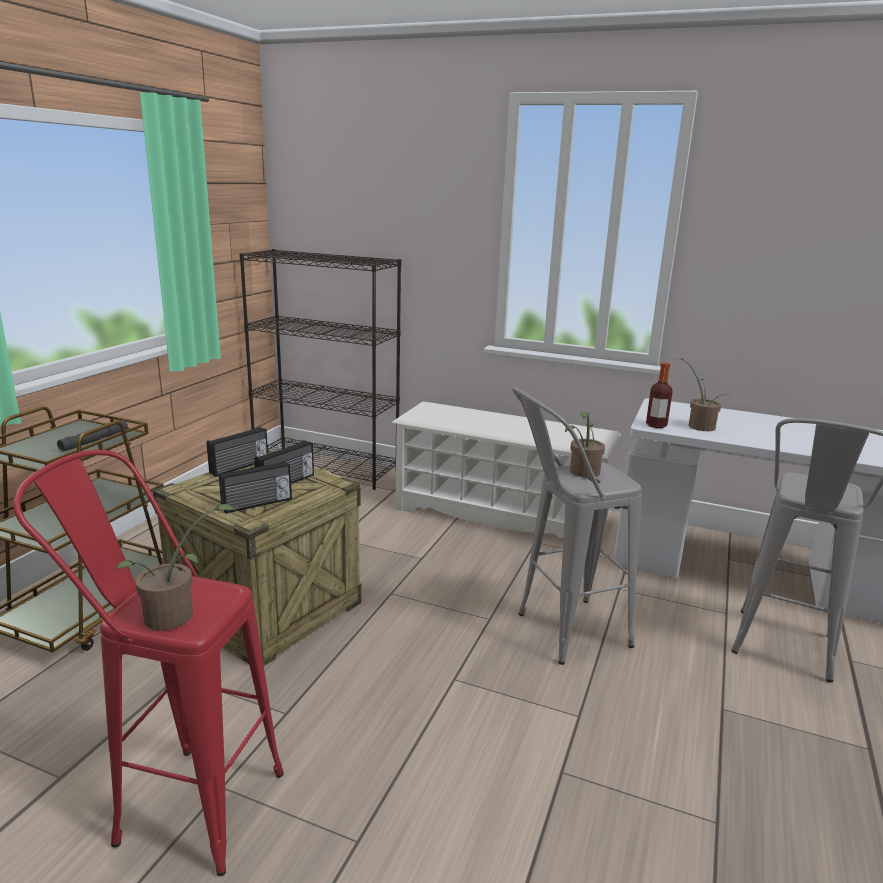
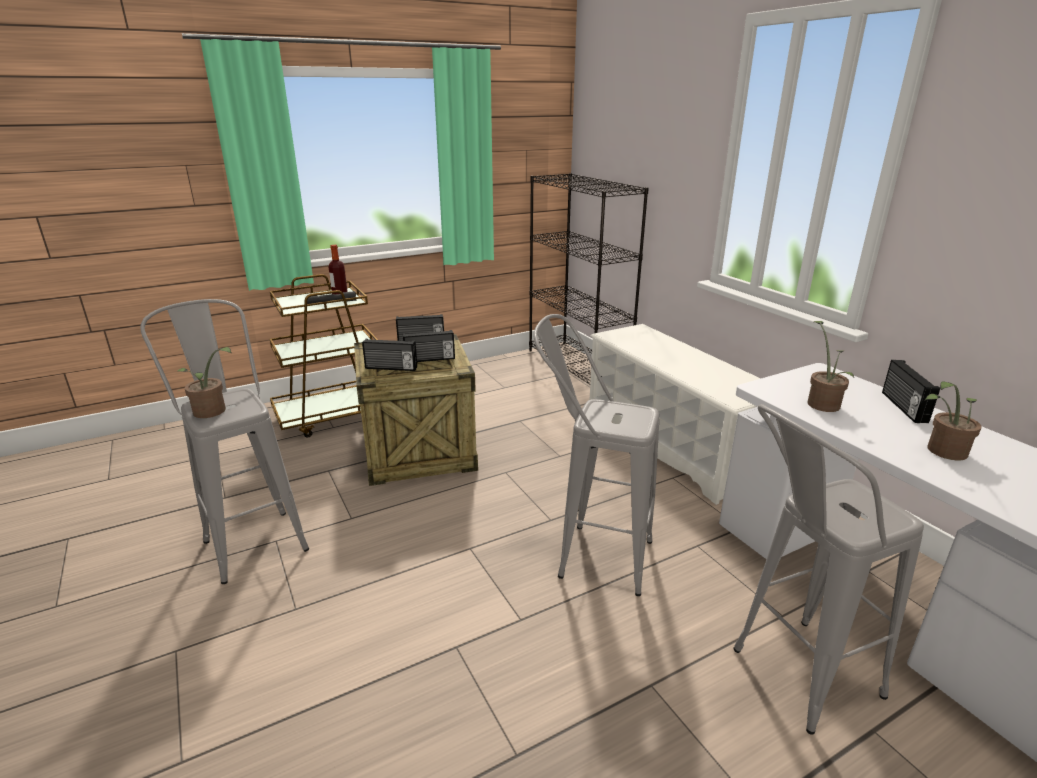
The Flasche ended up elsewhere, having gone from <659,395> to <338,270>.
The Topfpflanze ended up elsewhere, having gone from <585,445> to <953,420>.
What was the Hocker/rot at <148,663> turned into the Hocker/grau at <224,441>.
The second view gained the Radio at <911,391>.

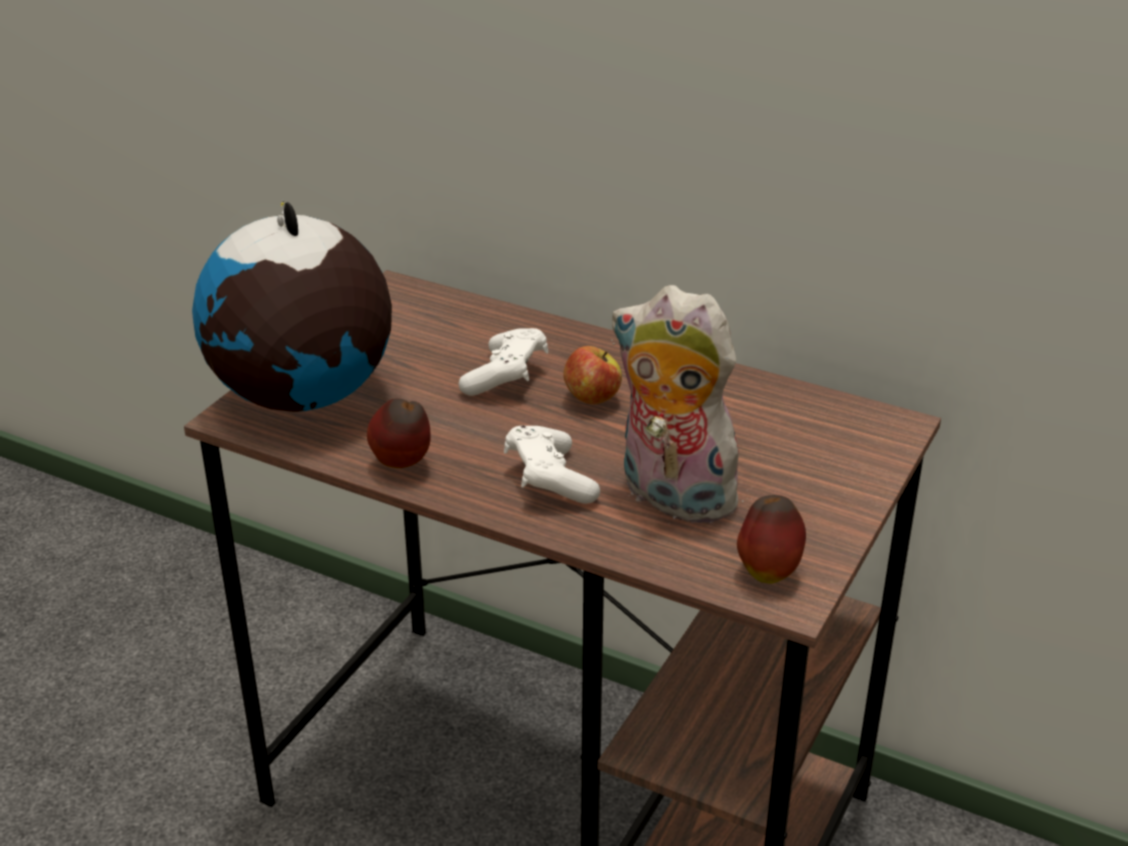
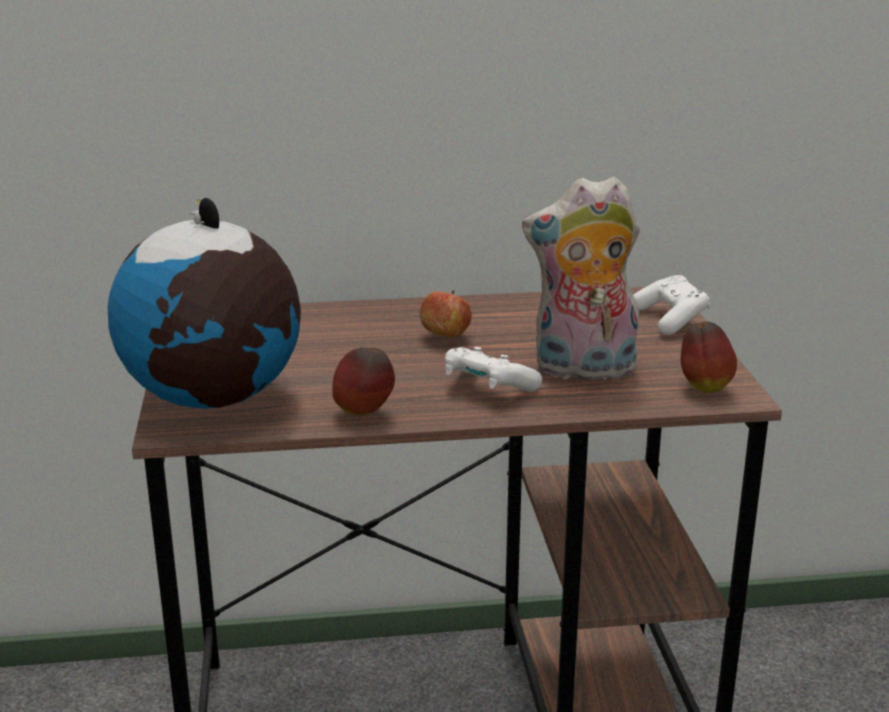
The Gamepad/weiß ended up elsewhere, having gone from <503,362> to <671,305>.

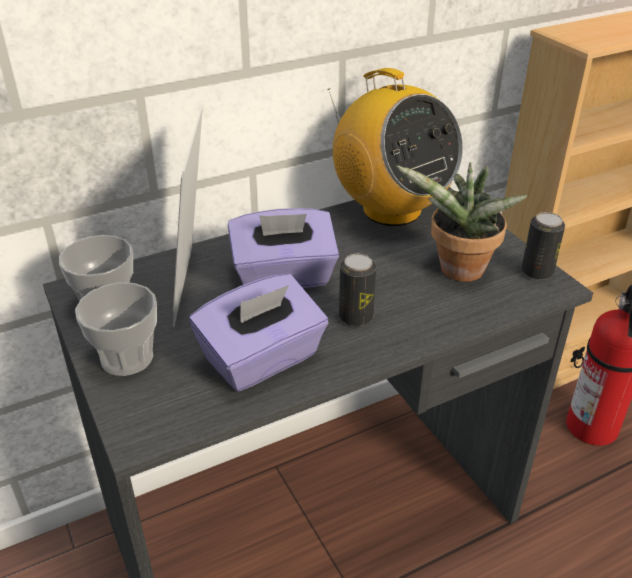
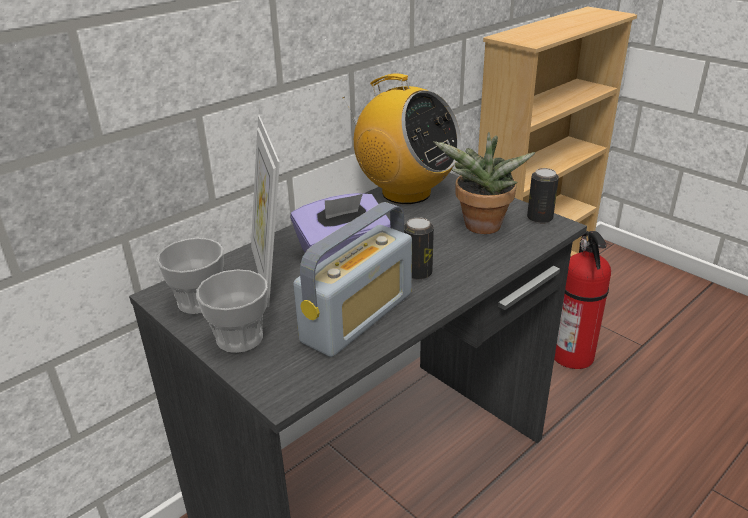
Where the Taschentuchbox/lila stood at <258,332>, the Radio came to stand at <352,279>.

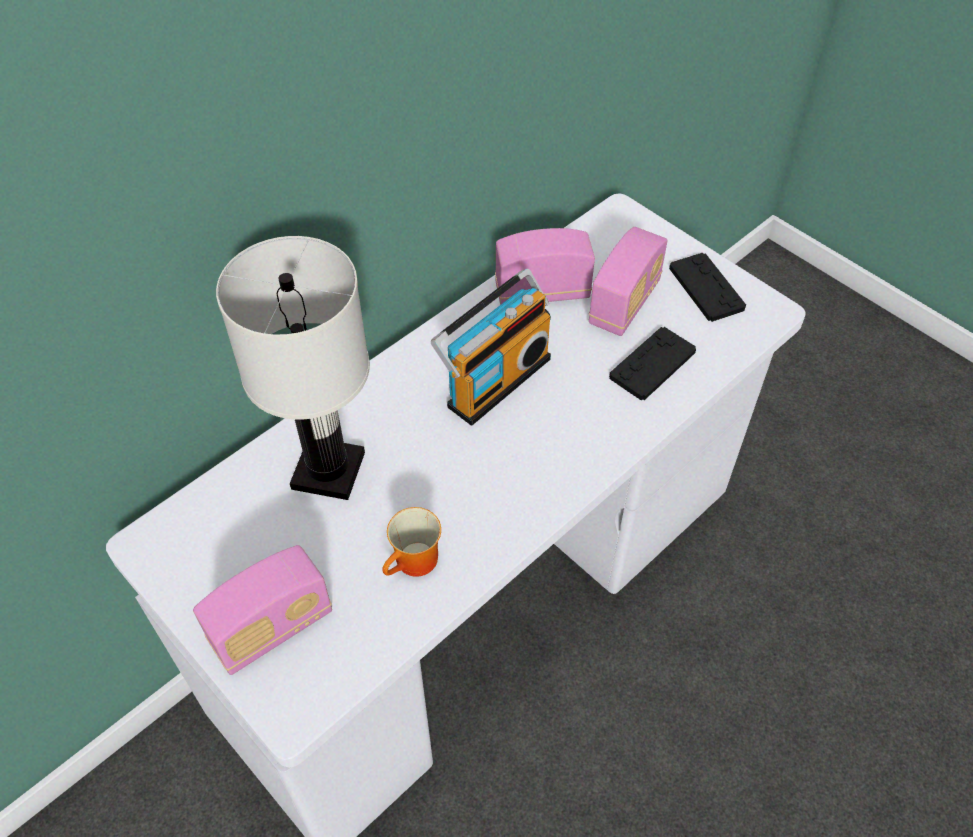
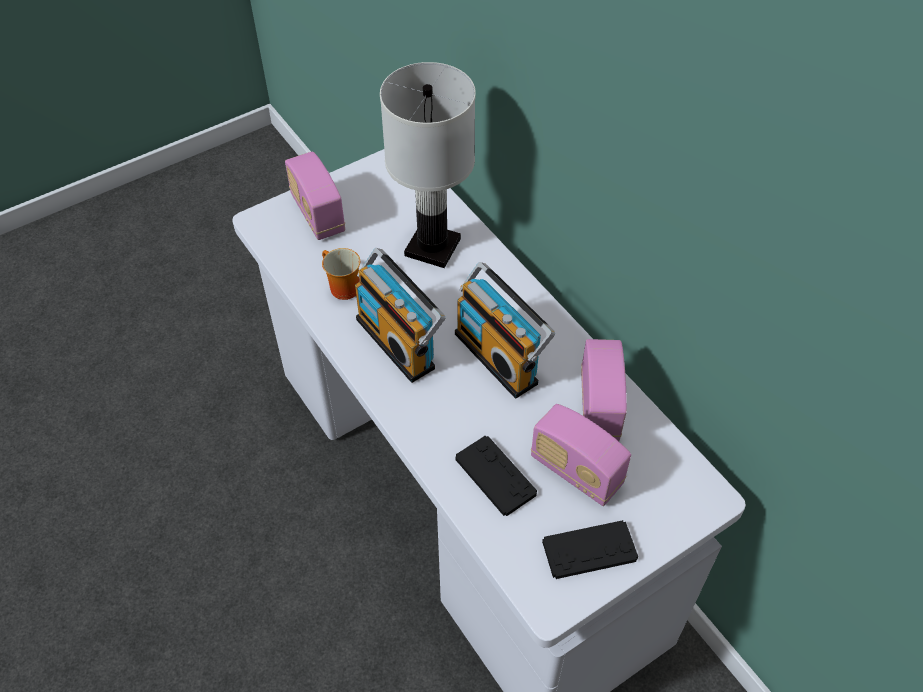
The second view gained the Radio at <400,315>.

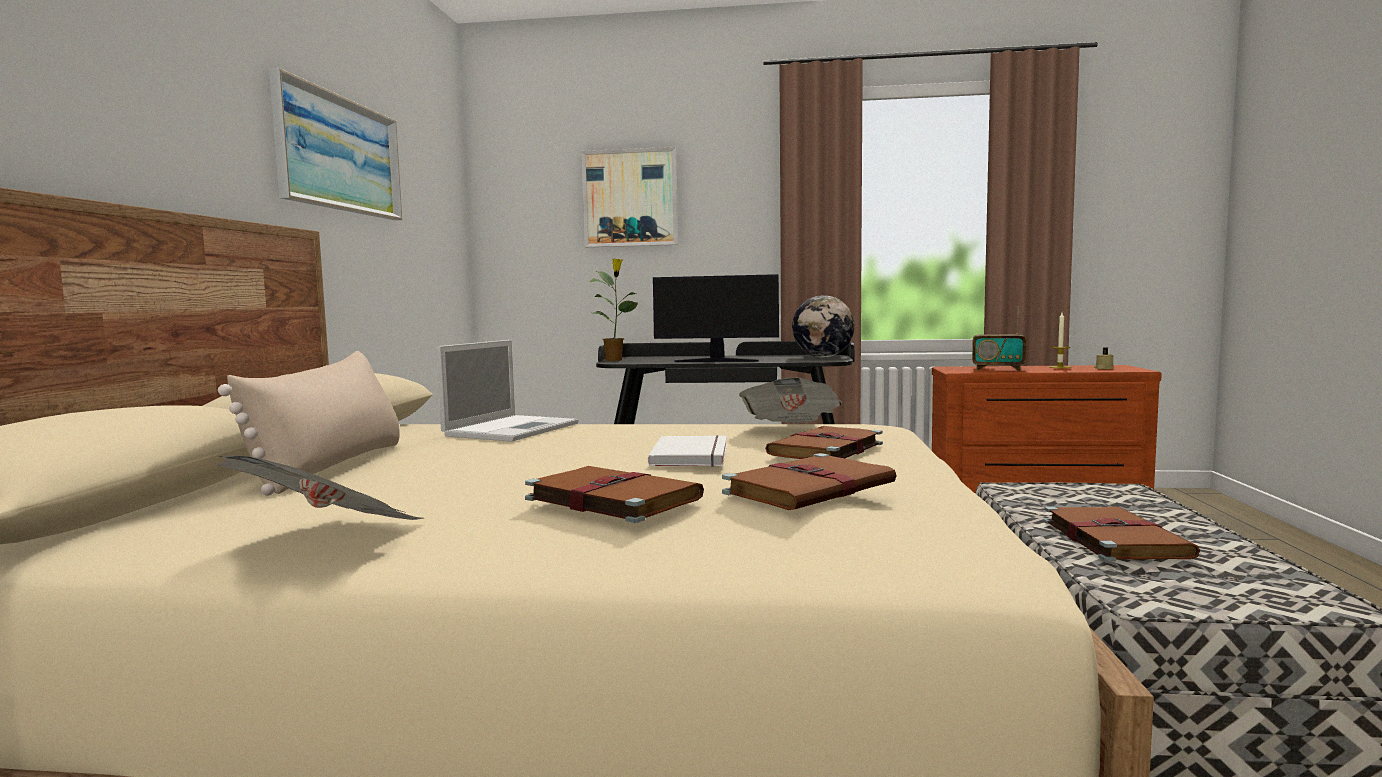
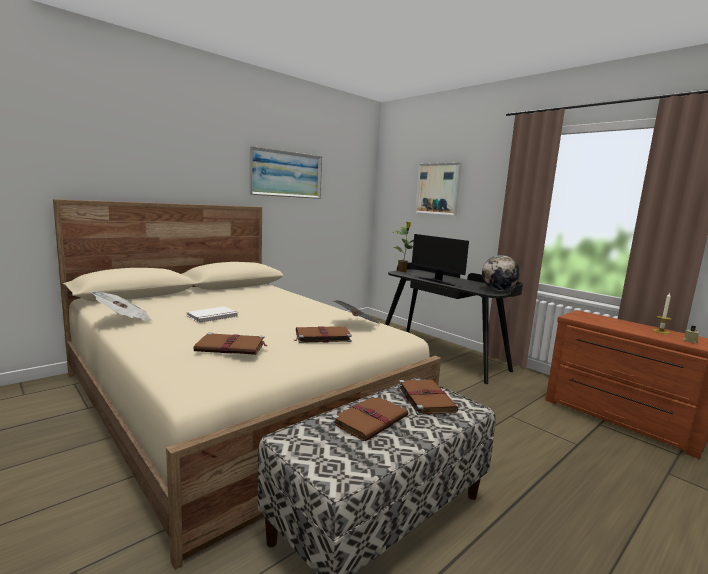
The second view lost the Radio at <999,338>.
The second view lost the Laptop at <507,391>.
The second view lost the Kissen/beige at <308,423>.
The Buch/weiß ended up elsewhere, having gone from <687,451> to <212,314>.
The Buch/braun ended up elsewhere, having gone from <614,494> to <428,397>.

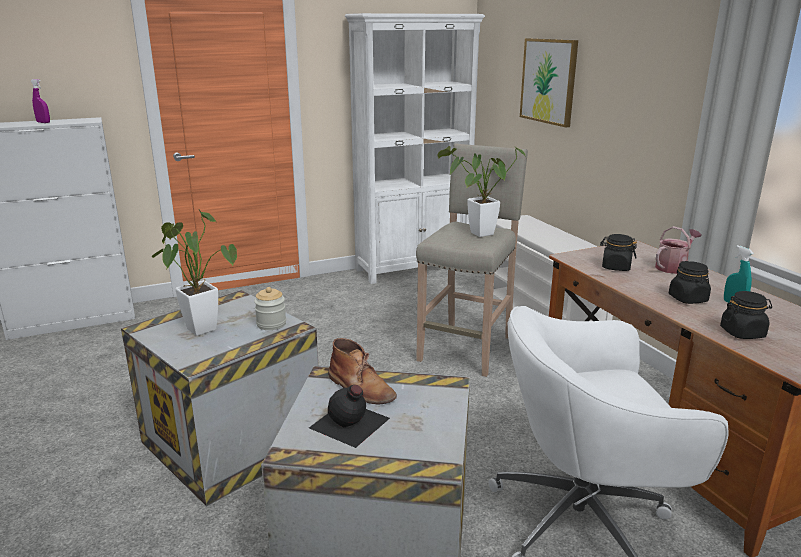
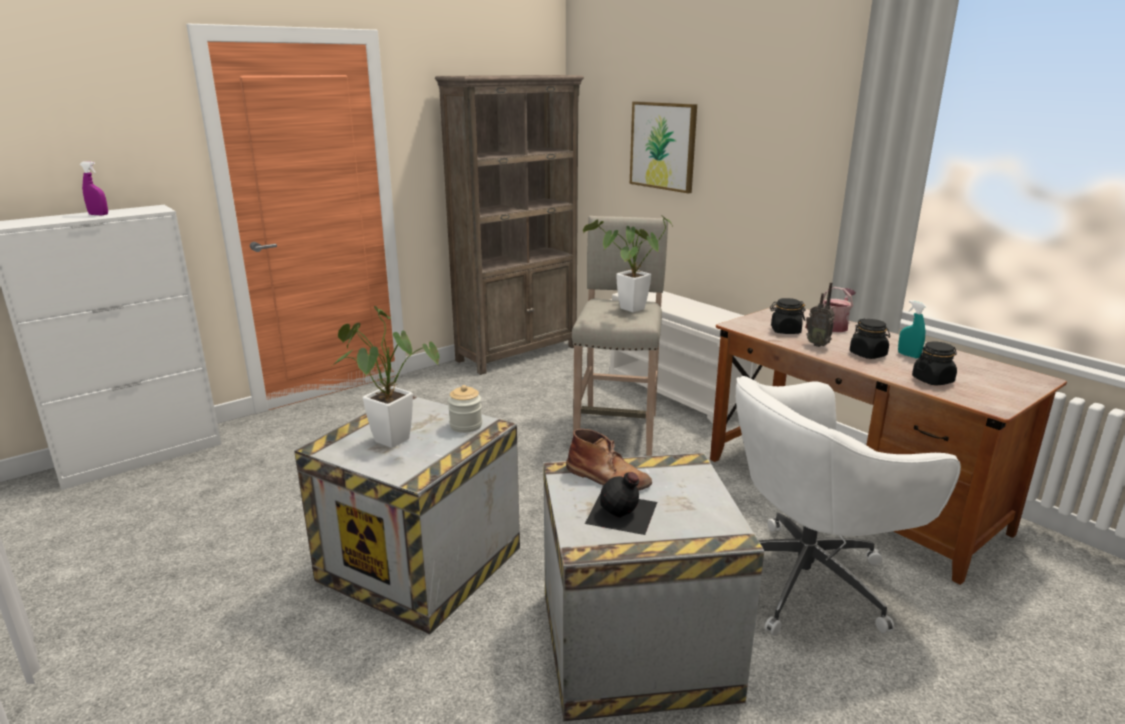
What was the Bücherregal/weiß at <415,148> turned into the Bücherregal/braun at <509,225>.
The second view gained the Radio at <820,314>.

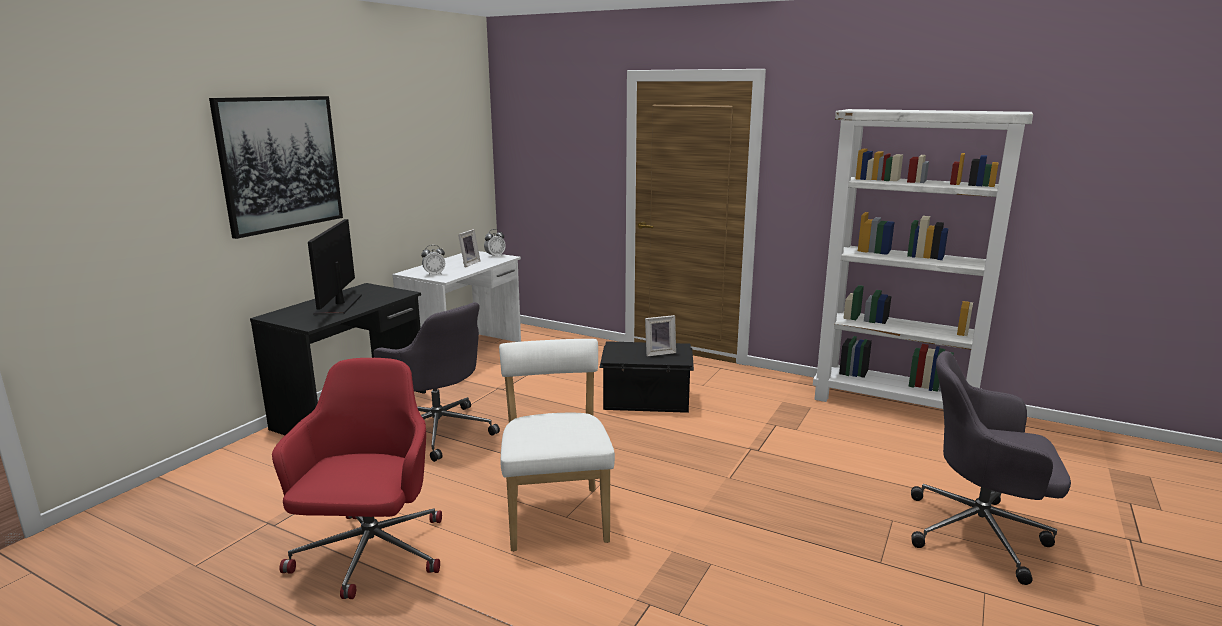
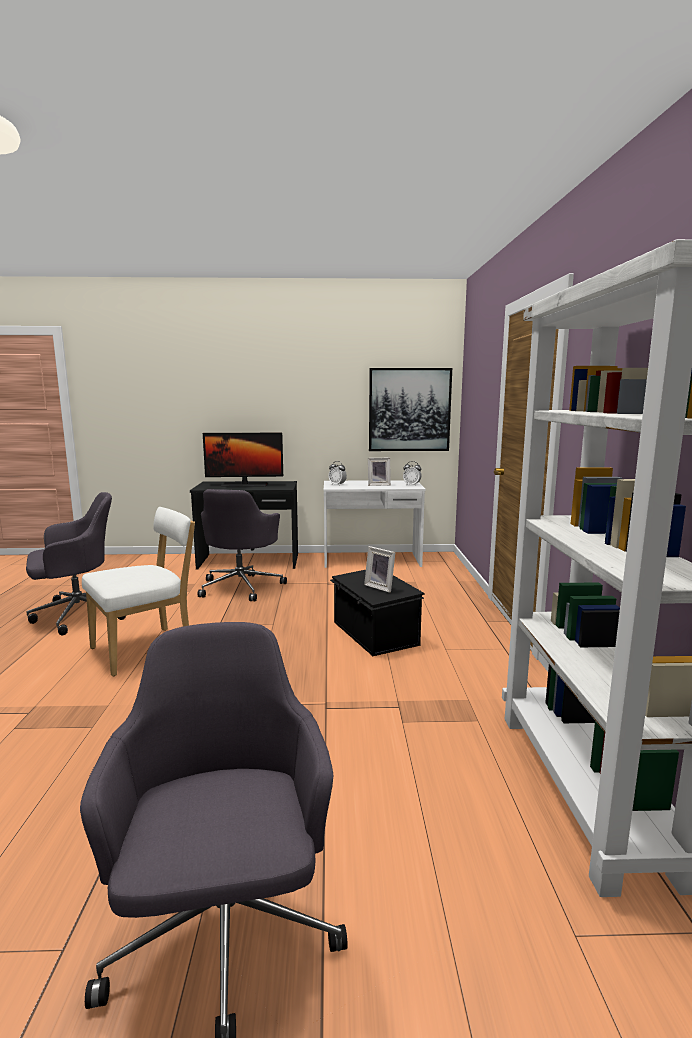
The Bild ended up elsewhere, having gone from <276,167> to <410,409>.
The Monitor at <335,267> ended up facing another way, 150 degrees counterclockwise from before.
What was the Bürostuhl/rot at <357,478> turned into the Bürostuhl/grau at <76,563>.

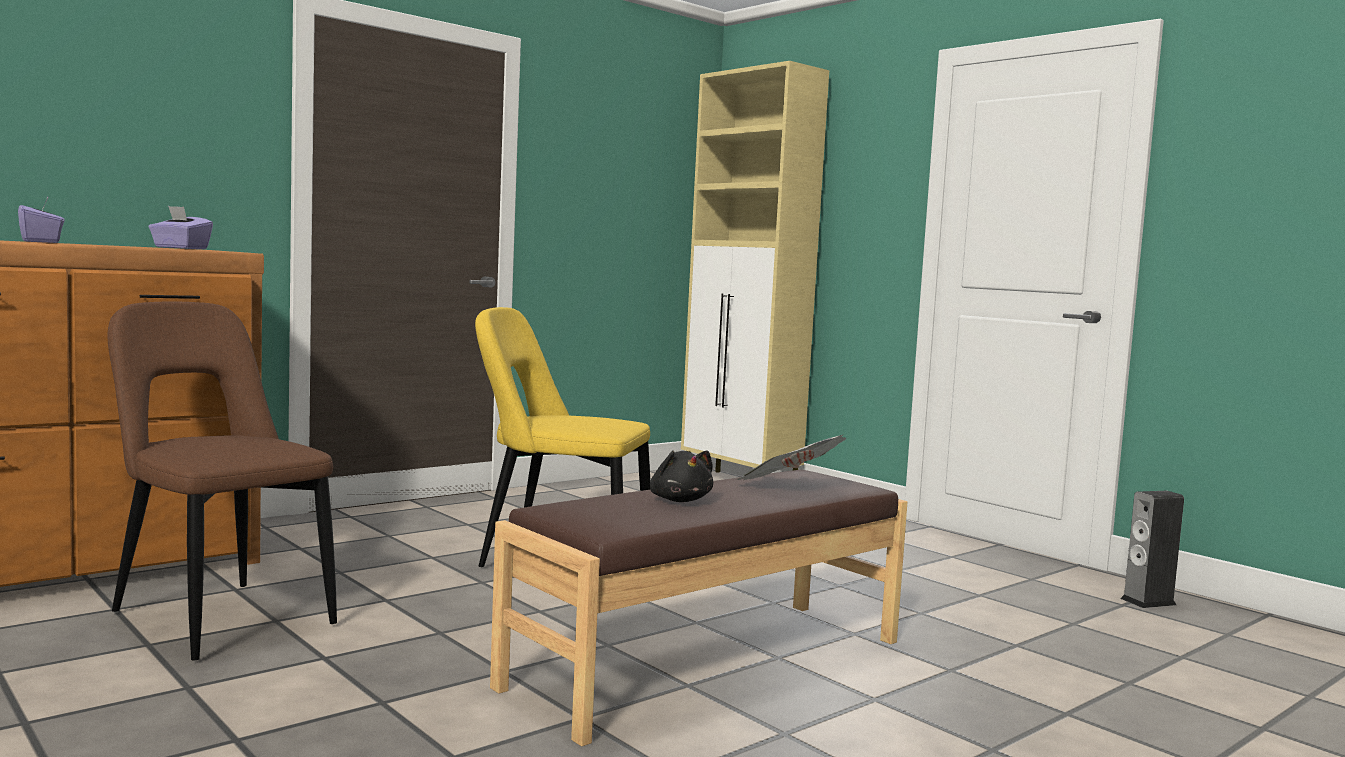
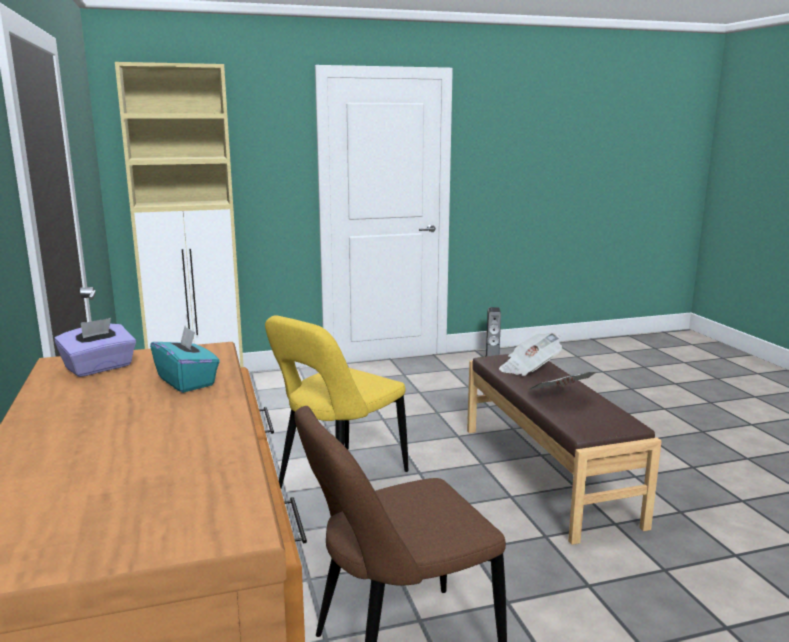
The second view lost the Taschentuchbox/lila at <41,220>.
Where the Plüschtier/schwarz stood at <681,476>, the Zeitung came to stand at <564,380>.
The second view gained the Taschentuchbox/türkis at <185,359>.

